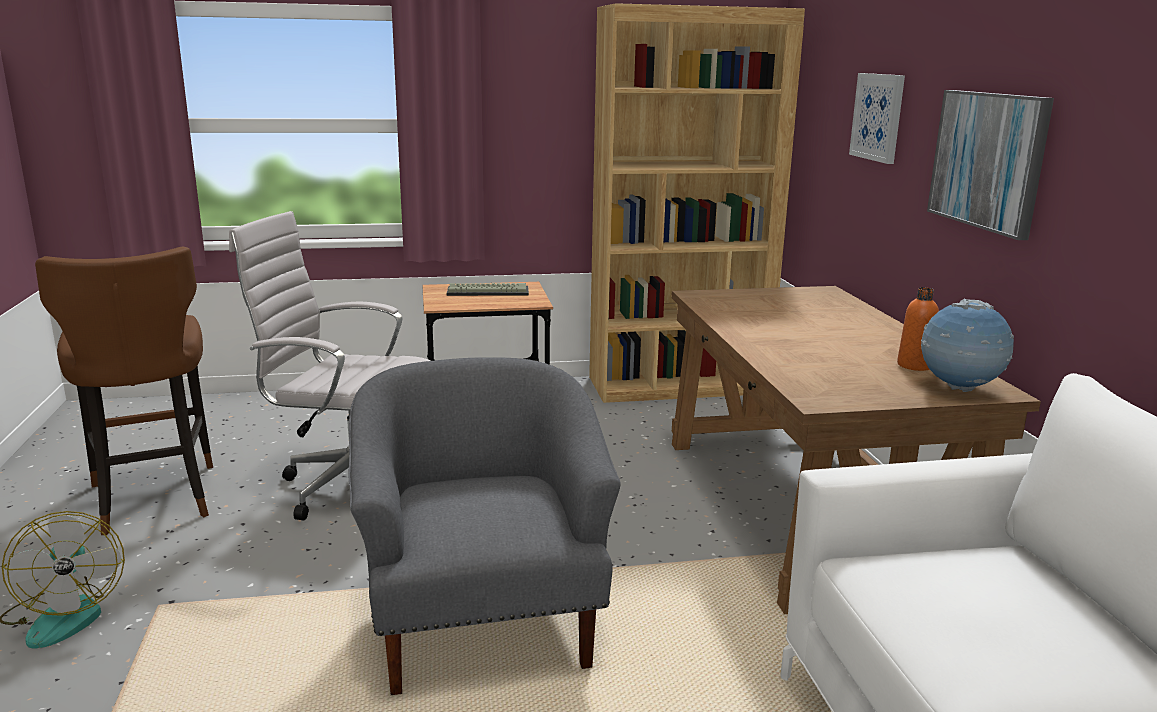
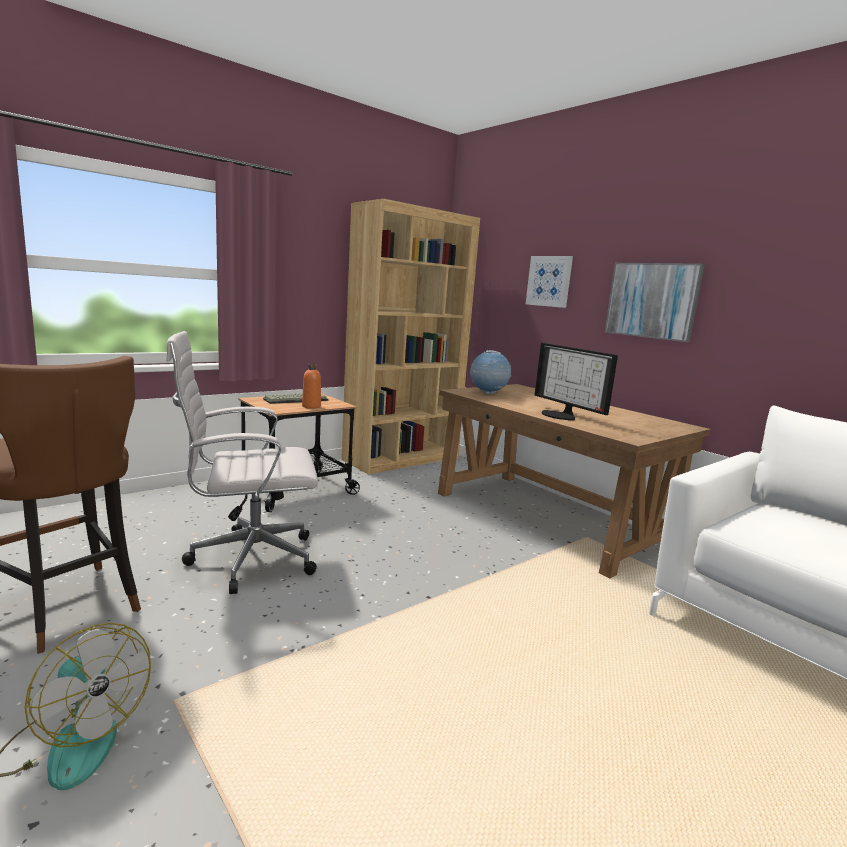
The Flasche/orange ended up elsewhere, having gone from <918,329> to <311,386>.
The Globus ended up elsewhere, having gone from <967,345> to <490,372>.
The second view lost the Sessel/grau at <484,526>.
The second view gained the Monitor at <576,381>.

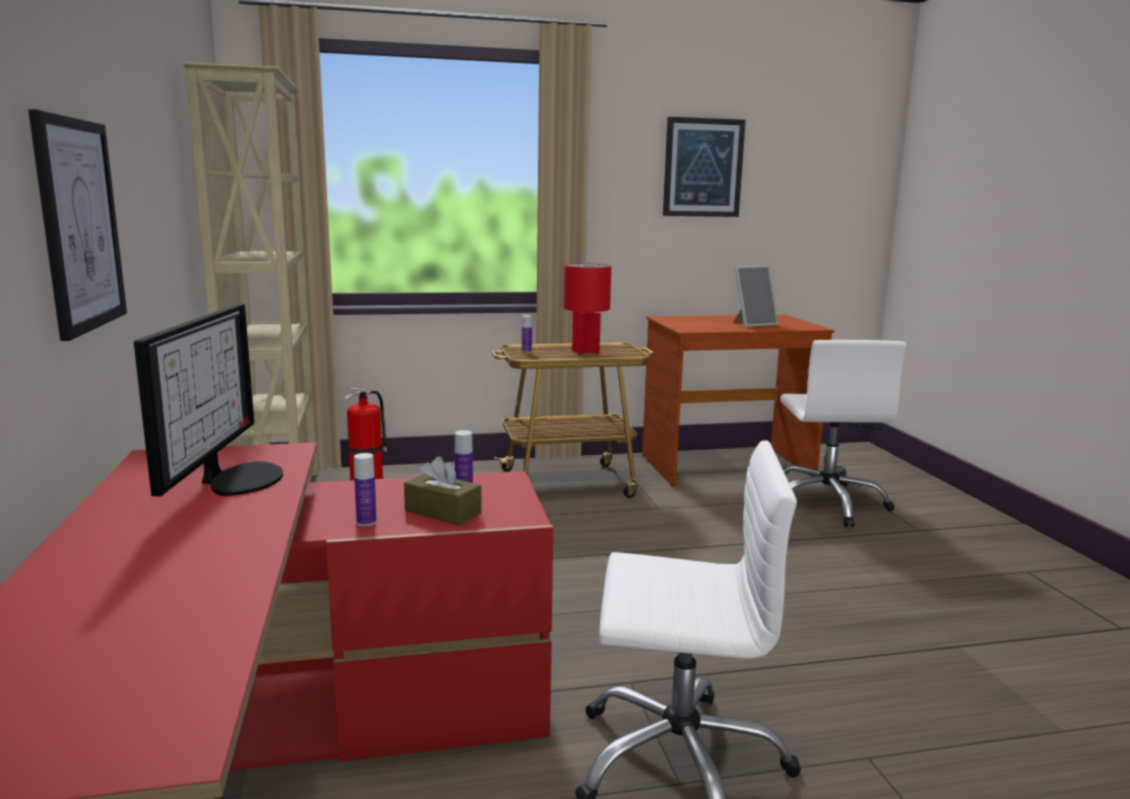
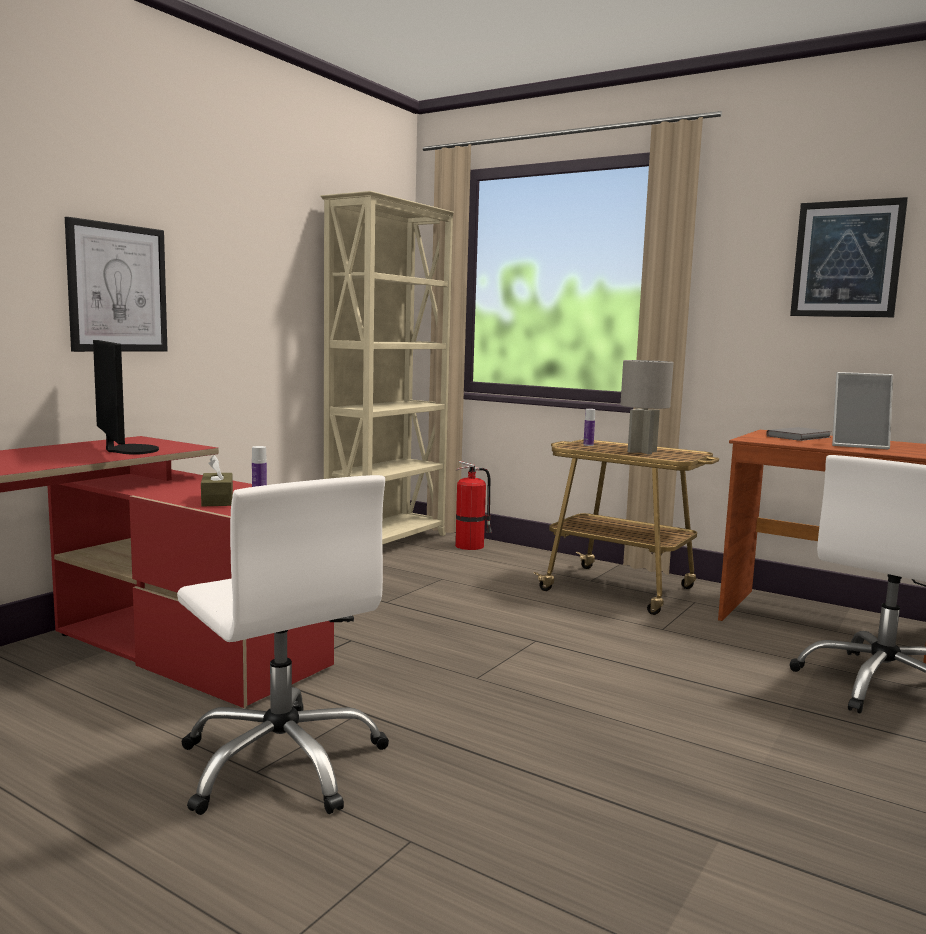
What was the Tischlampe/rot at <587,309> turned into the Tischlampe/grau at <647,407>.
The Monitor at <208,400> ended up facing another way, 75 degrees counterclockwise from before.
The second view lost the Flasche at <365,489>.
The second view gained the Buch/grau at <798,434>.

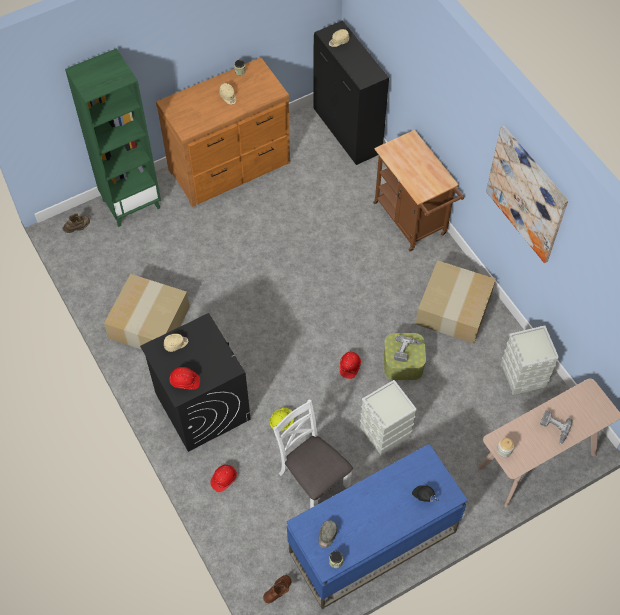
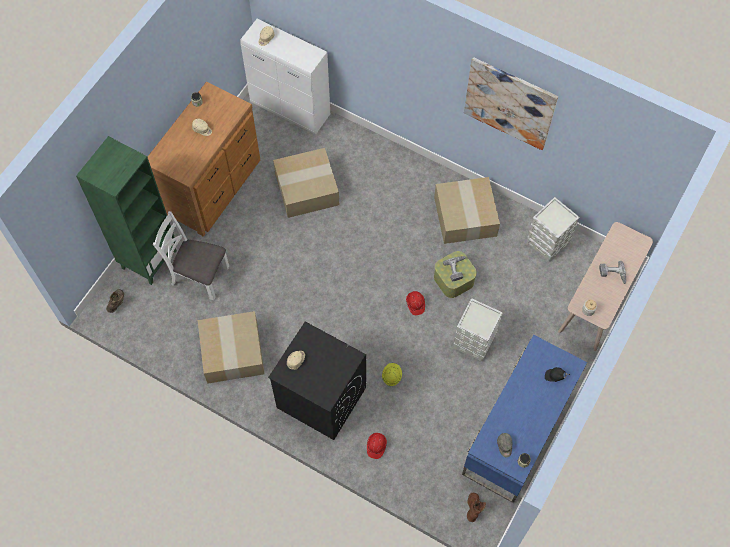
What was the Schrank/schwarz at <351,92> turned into the Schrank/weiß at <285,76>.
The second view lost the Rollwagen/braun at <419,191>.
The second view lost the Schutzhelm/rot at <185,378>.
The Stuhl/weiß ended up elsewhere, having gone from <313,453> to <191,255>.
The second view gained the Karton at <306,183>.

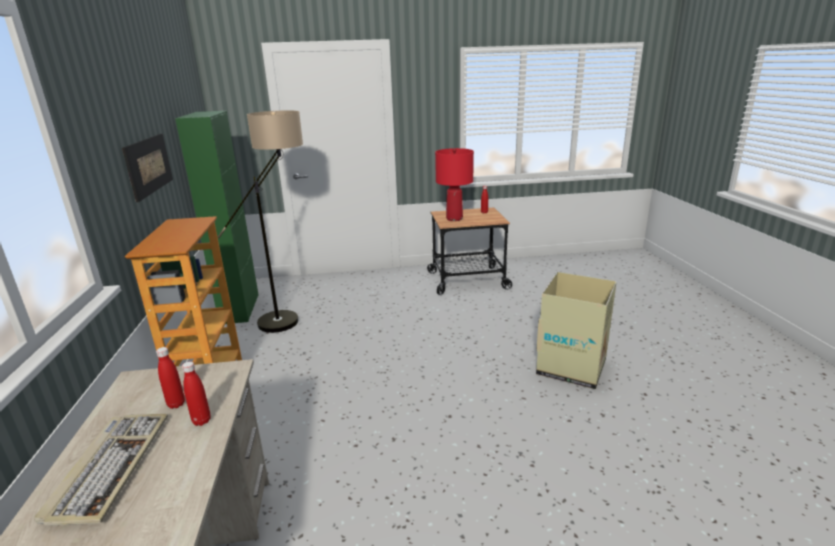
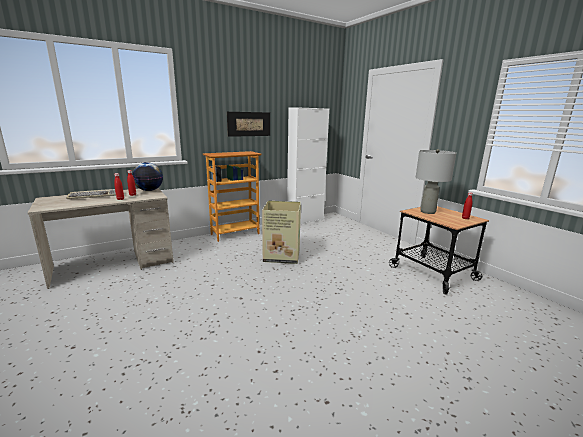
The second view lost the Stehlampe at <260,221>.
What was the Schrank/grün at <217,217> turned into the Schrank/weiß at <308,165>.
What was the Tischlampe/rot at <454,184> turned into the Tischlampe/grau at <436,181>.
The Karton ended up elsewhere, having gone from <576,330> to <281,232>.
The second view gained the Globus at <147,176>.

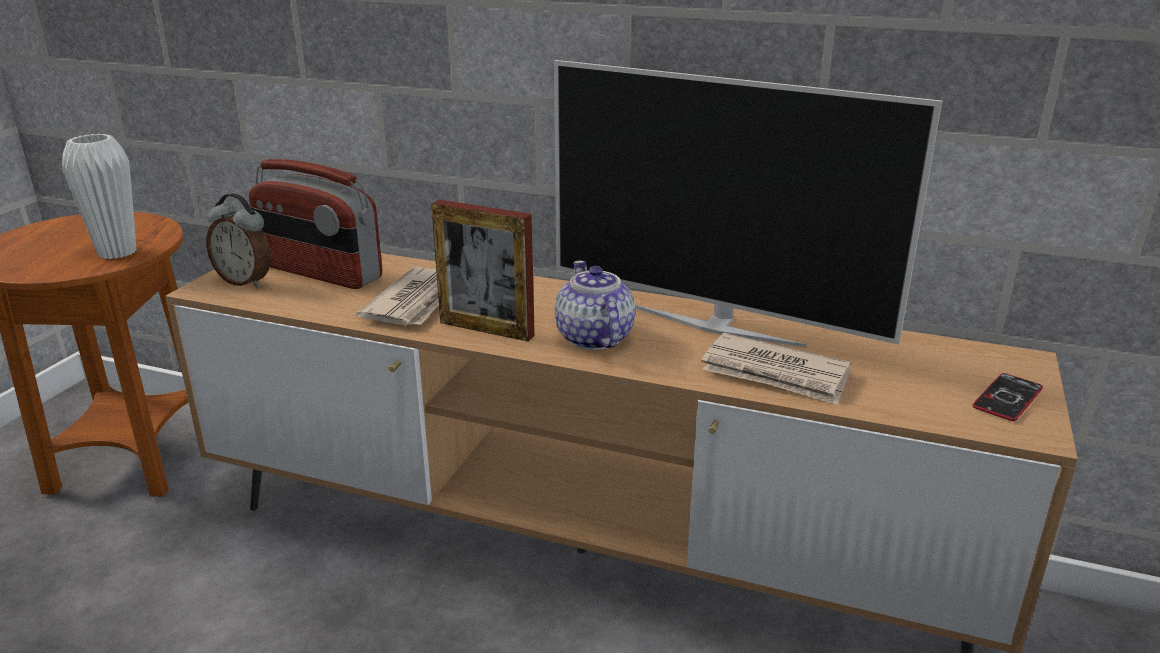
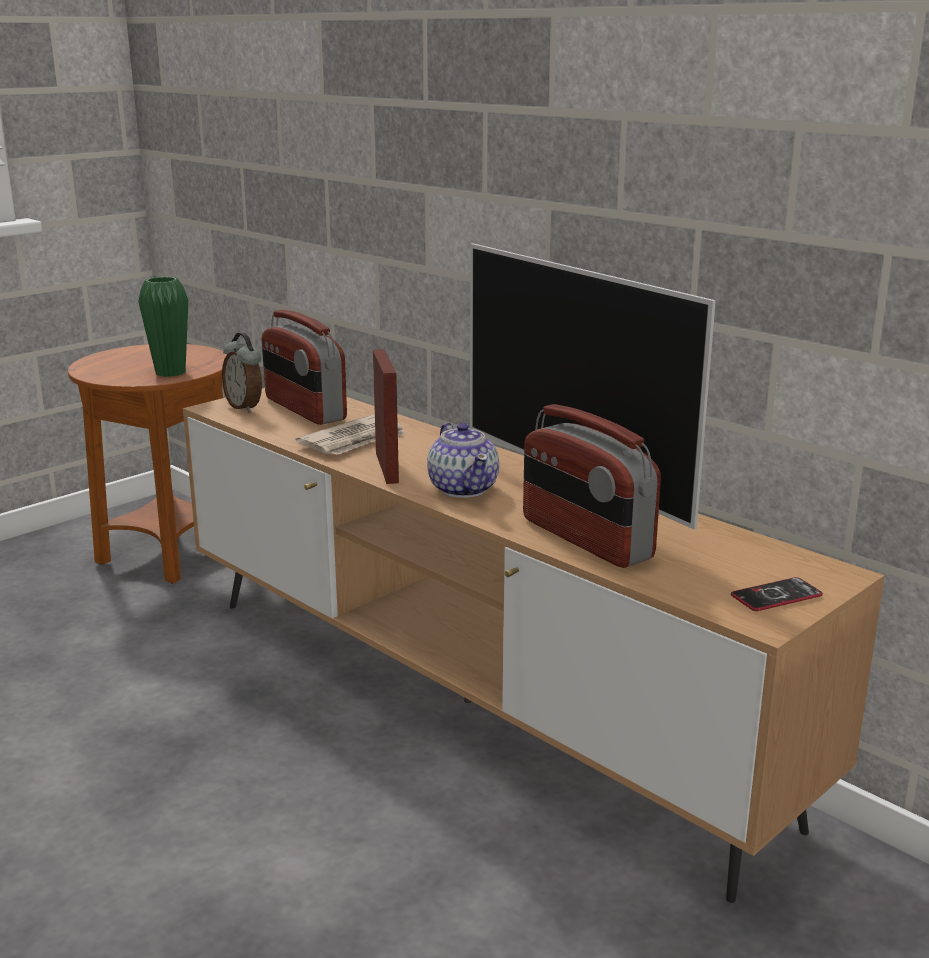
What was the Vase/weiß at <99,196> turned into the Vase/grün at <163,327>.
The Bilderrahmen at <483,271> ended up facing another way, 150 degrees counterclockwise from before.
The Teekanne at <595,305> ended up facing another way, 150 degrees clockwise from before.
Where the Zeitung stood at <776,369>, the Radio came to stand at <592,486>.

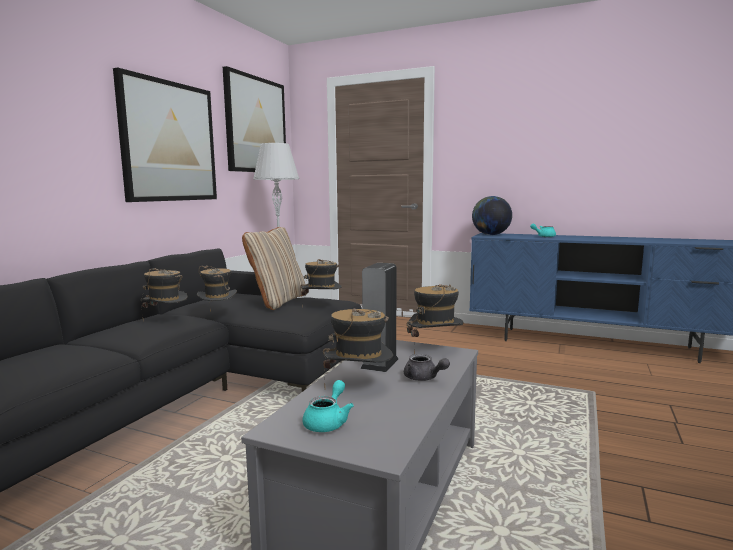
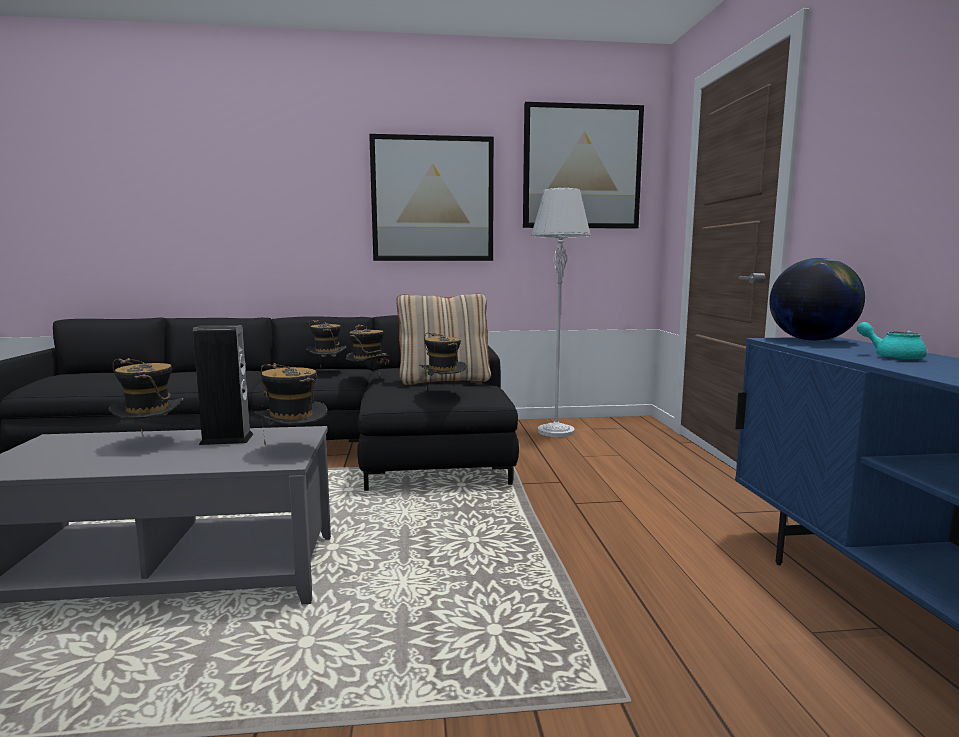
The second view lost the Teekanne/grau at <427,367>.
The second view lost the Teekanne/türkis at <328,406>.

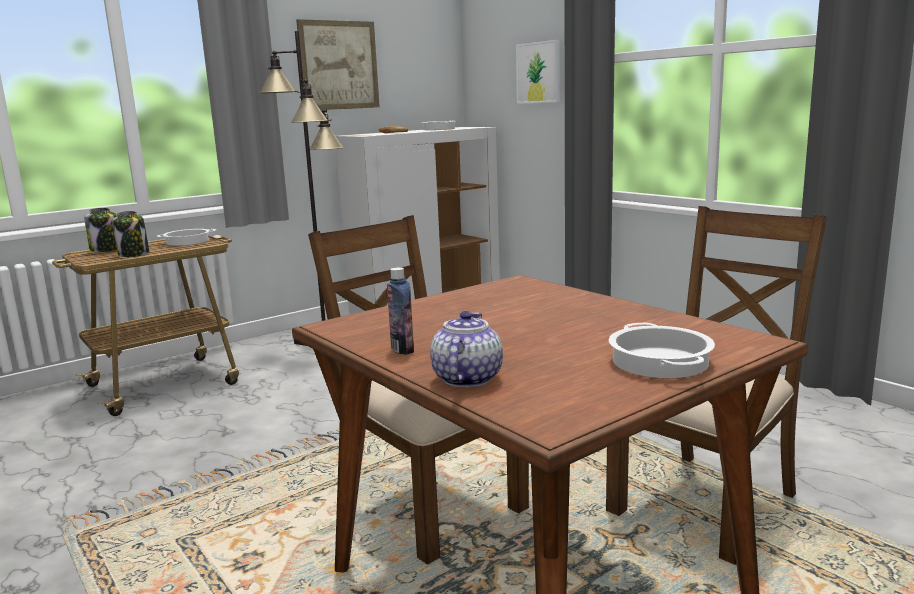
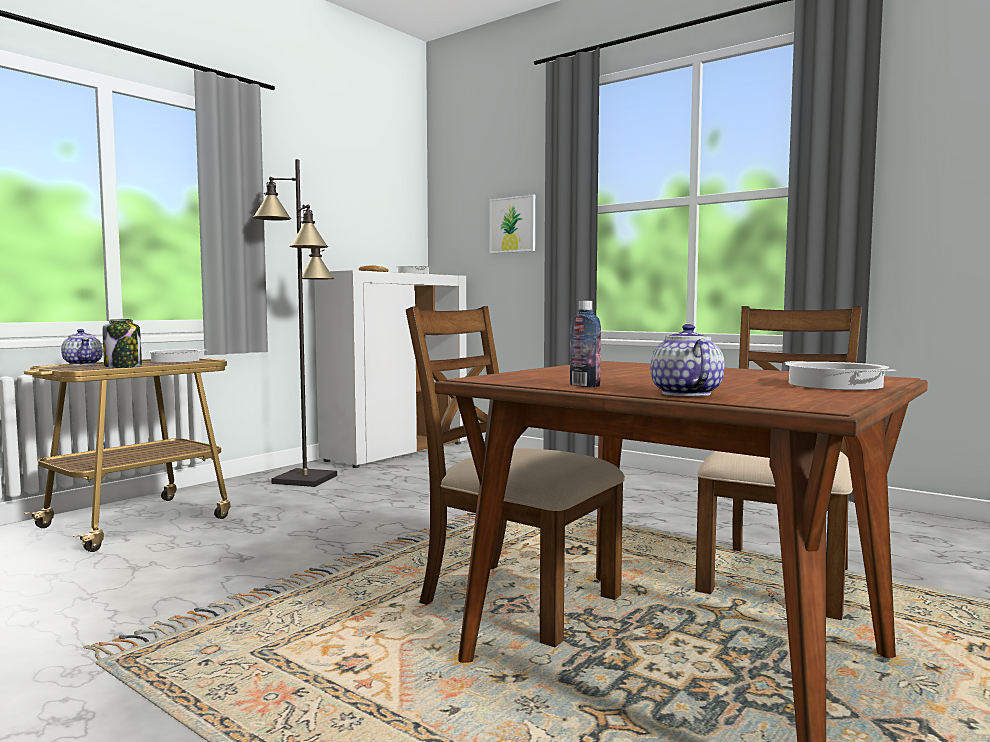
The second view lost the Bild at <338,64>.
Where the Vorratsglas stood at <100,230>, the Teekanne came to stand at <82,347>.

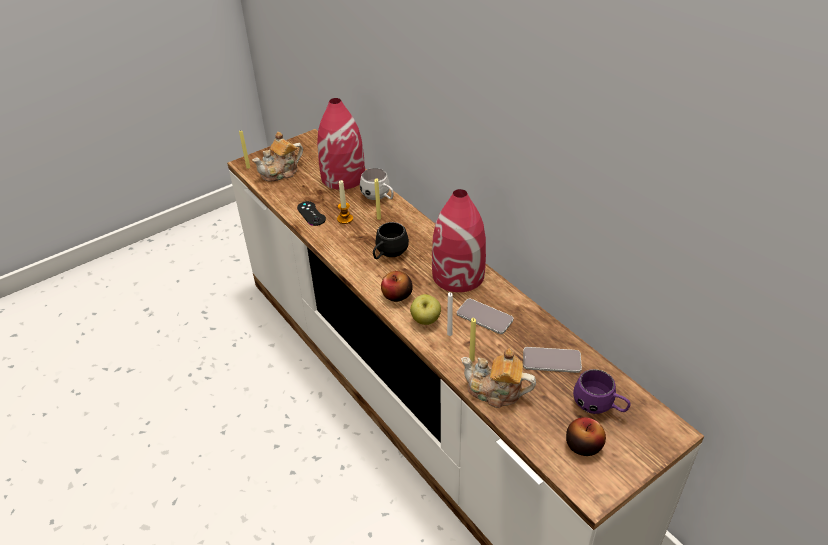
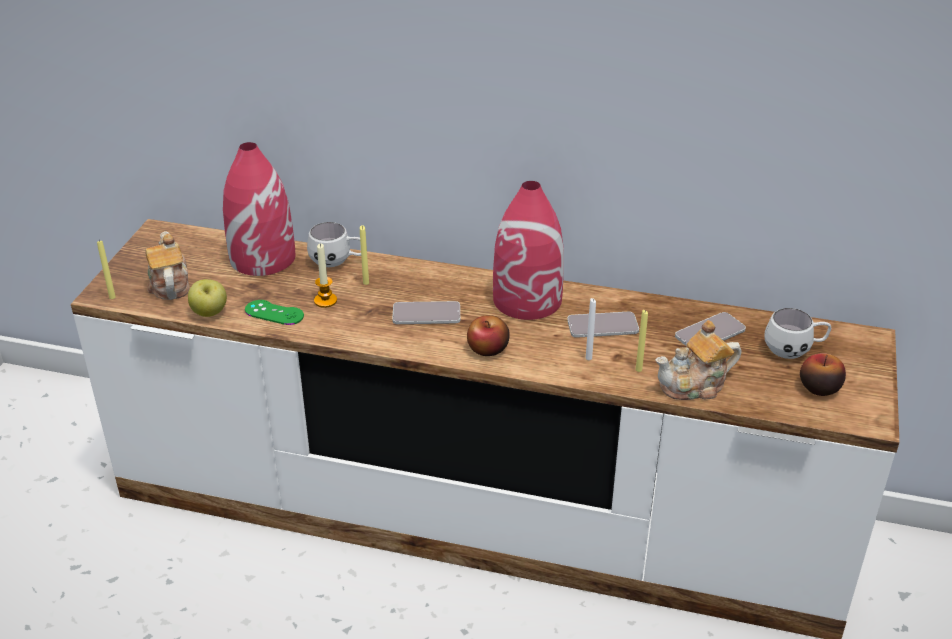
The Teekanne at <277,157> ended up facing another way, 150 degrees clockwise from before.
What was the Gamepad/schwarz at <311,213> turned into the Gamepad/grün at <274,312>.
Where the Henkelbecher/schwarz stood at <391,240>, the Handy came to stand at <426,312>.
The Apfel ended up elsewhere, having gone from <425,309> to <207,298>.
What was the Henkelbecher/lila at <602,391> turned into the Henkelbecher/weiß at <798,333>.

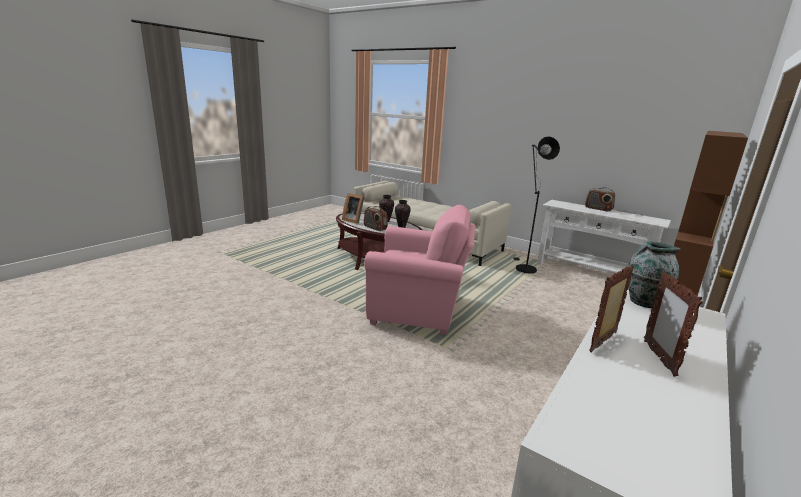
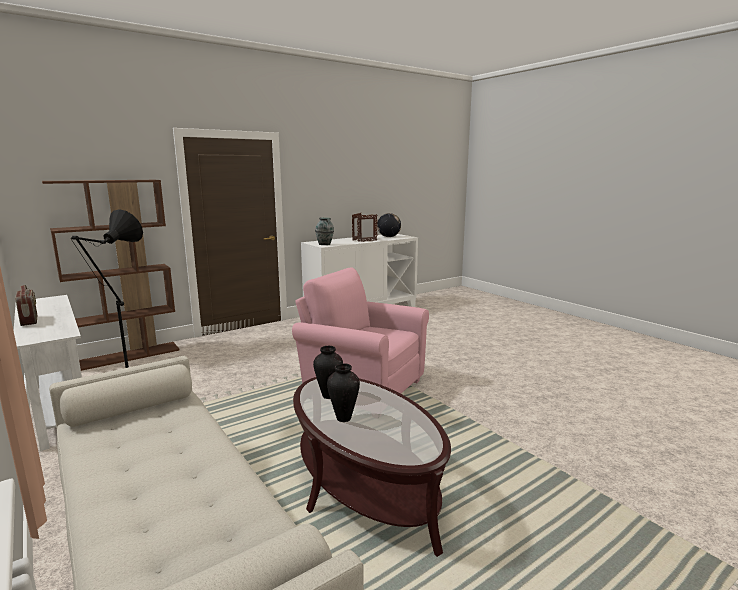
The second view lost the Bilderrahmen at <353,208>.
The second view lost the Radio at <376,218>.
The second view gained the Globus at <389,225>.

